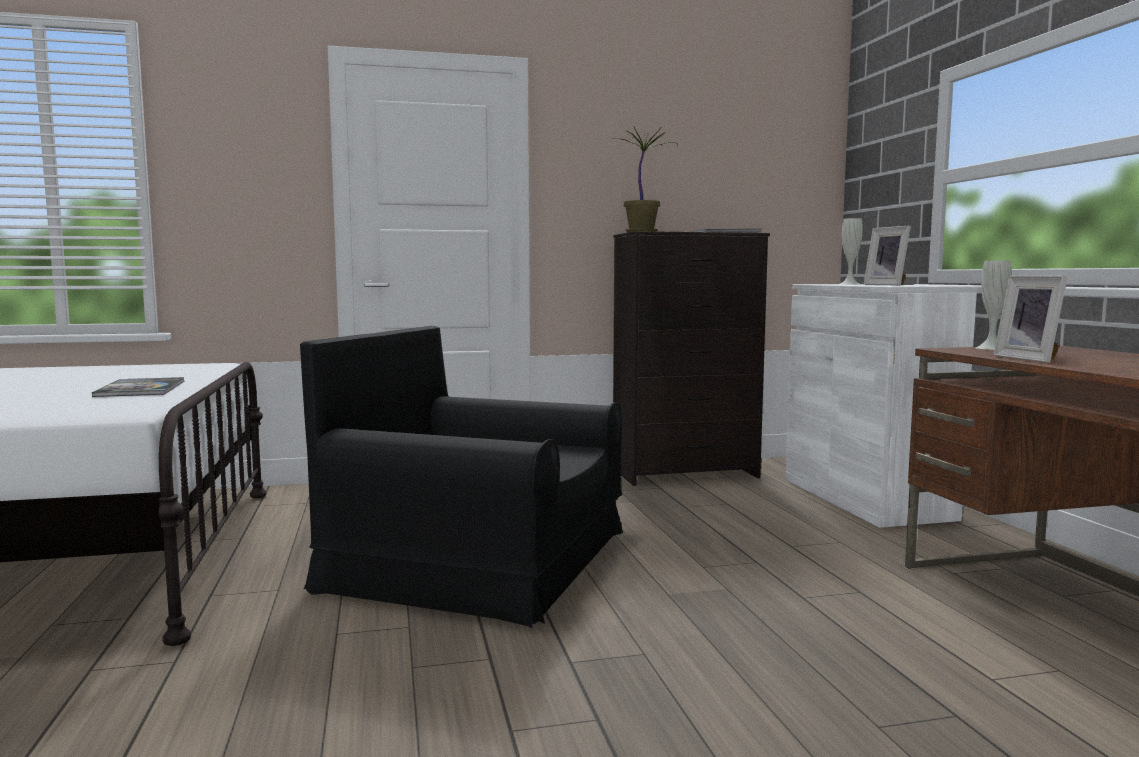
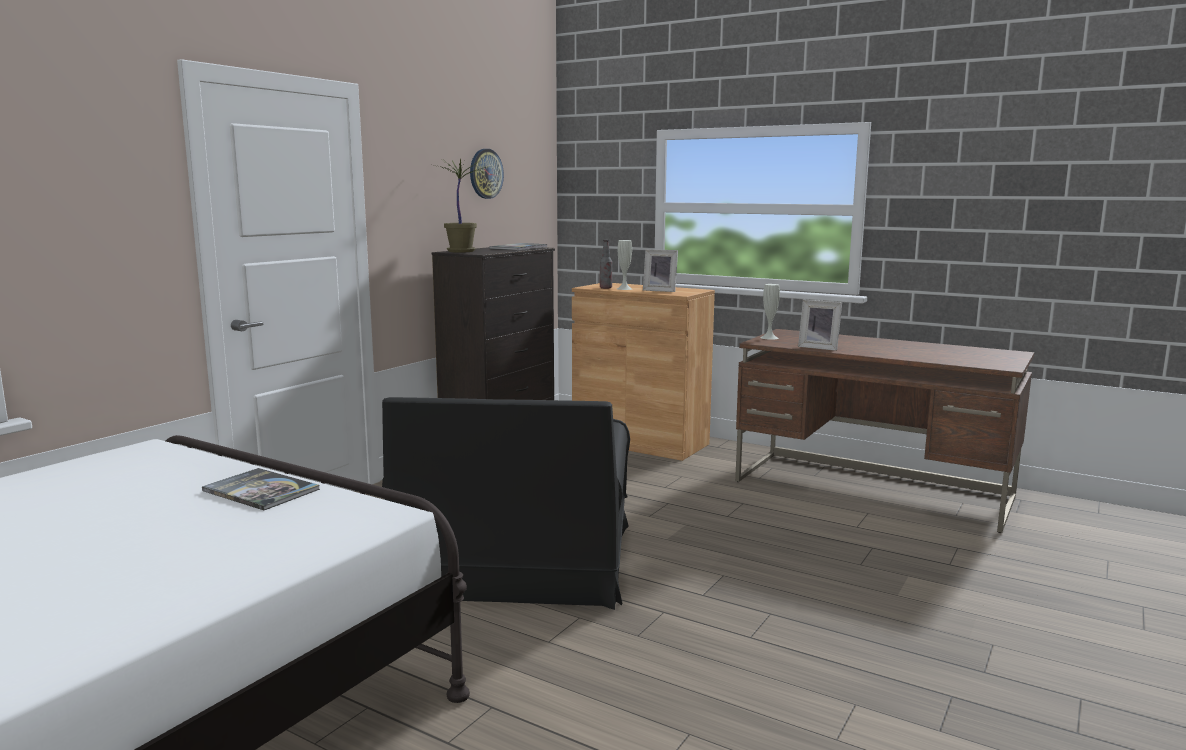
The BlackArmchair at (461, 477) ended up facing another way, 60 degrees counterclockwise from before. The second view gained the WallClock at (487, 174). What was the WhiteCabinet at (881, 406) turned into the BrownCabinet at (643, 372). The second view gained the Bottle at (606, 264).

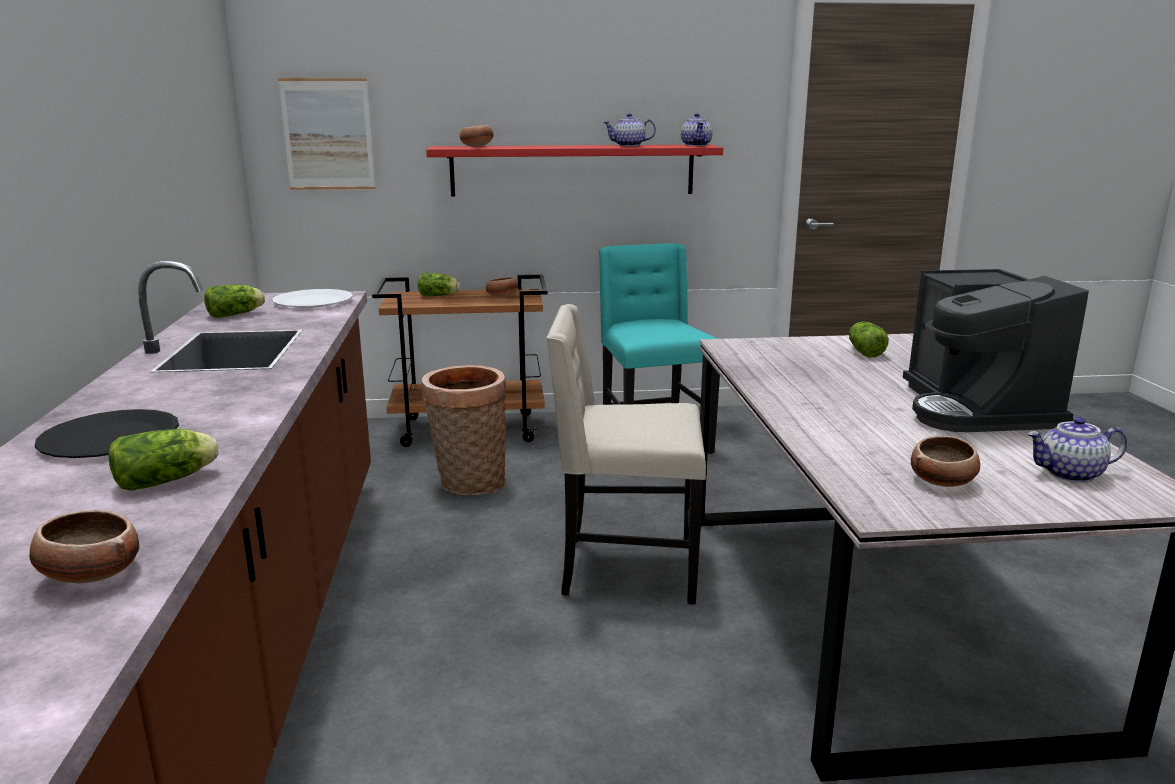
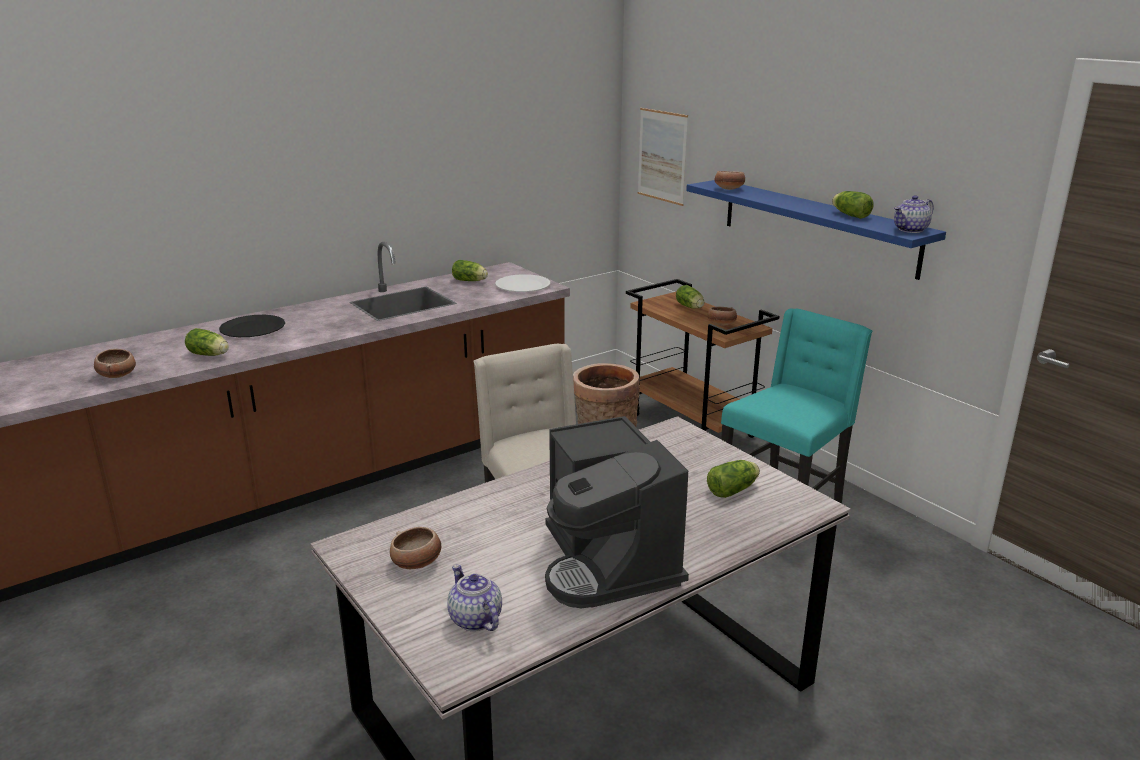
The CoffeeMachine at (996, 350) ended up facing another way, 75 degrees counterclockwise from before. What was the RedShelf at (574, 171) turned into the BlueShelf at (816, 230). Where the Teapot stood at (629, 129), the Lettuce came to stand at (853, 205).

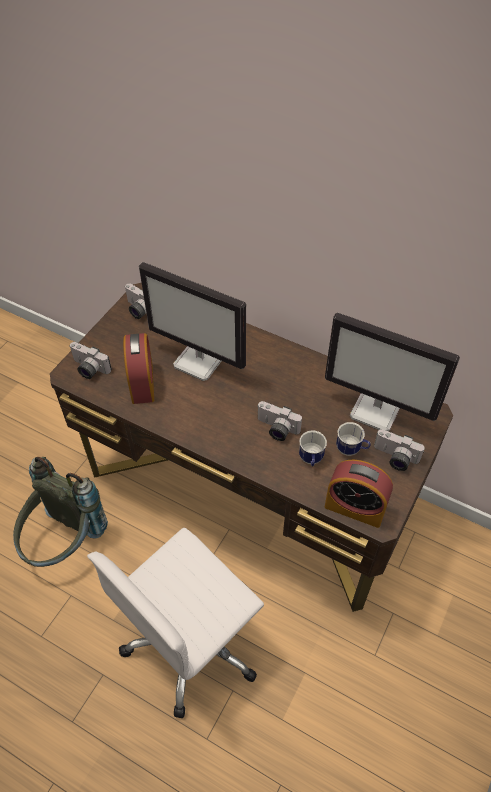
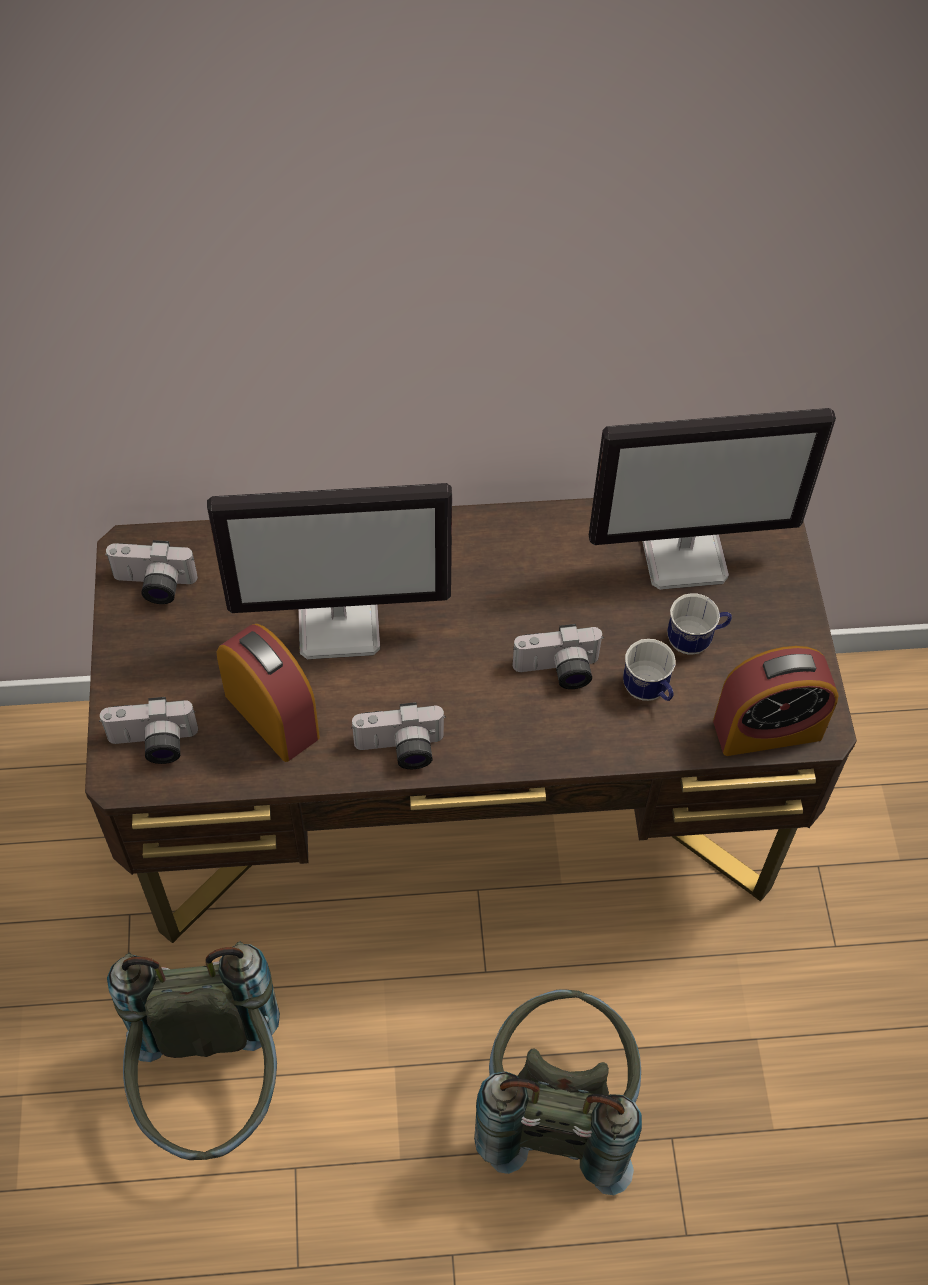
The PhotoCamera ended up elsewhere, having gone from (399, 450) to (398, 735). Where the WhiteOfficeChair stood at (175, 623), the GreyBackpack came to stand at (558, 1092).

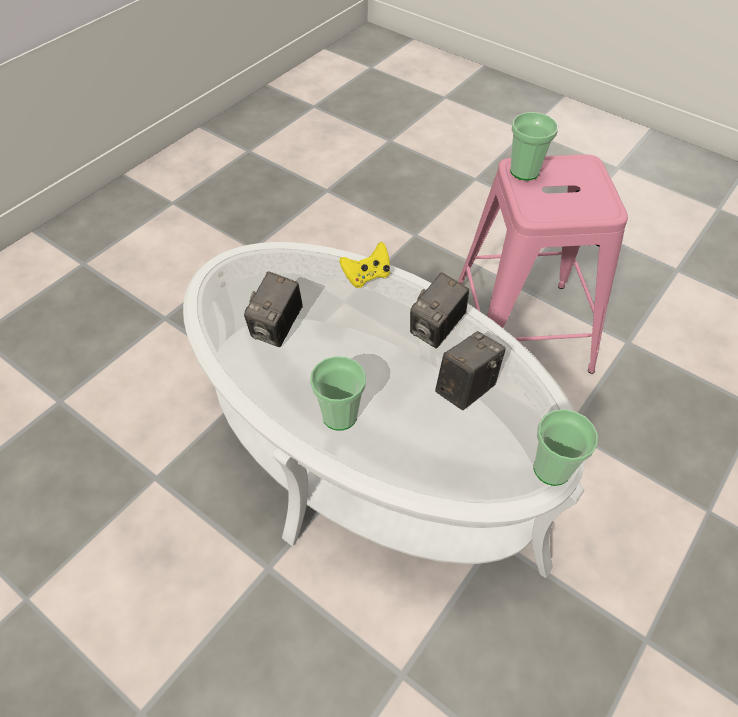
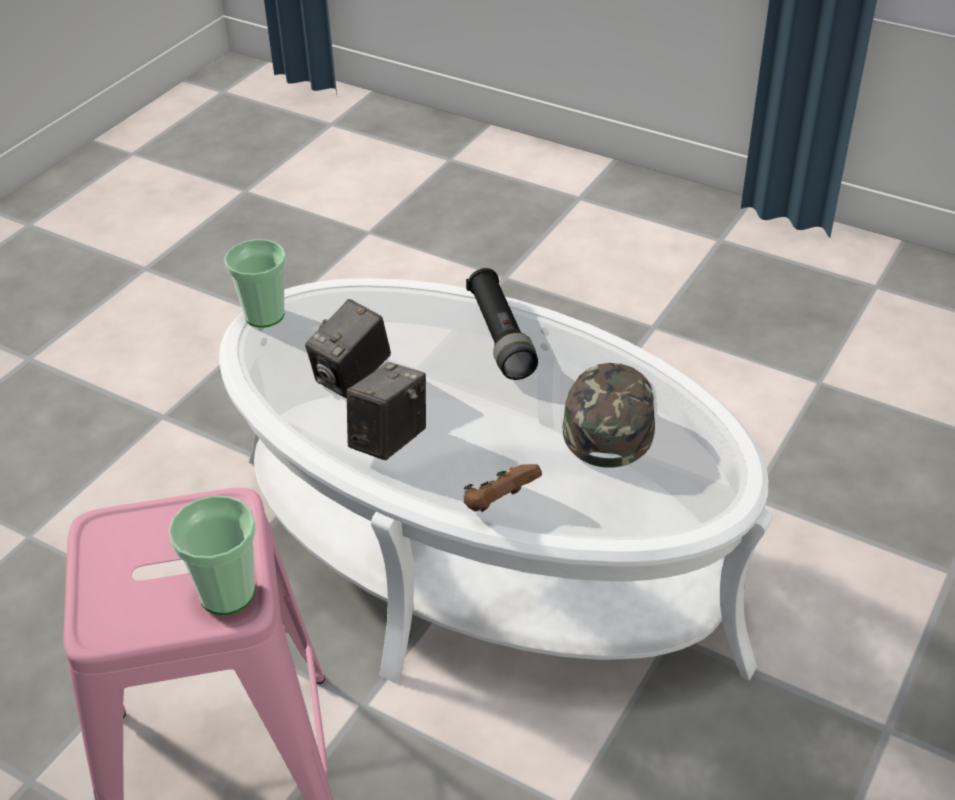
What was the YellowGameController at (364, 265) turned into the BrownGameController at (503, 488). Where the Cup stood at (338, 393), the BlackFlashlight came to stand at (502, 324). Where the PhotoCamera stood at (273, 309), the GreenCap came to stand at (609, 415).

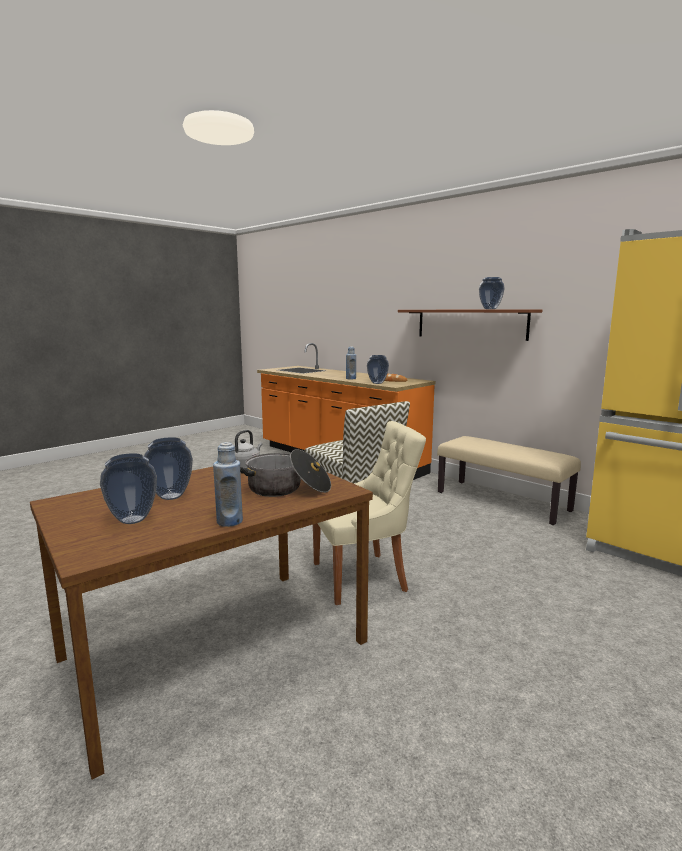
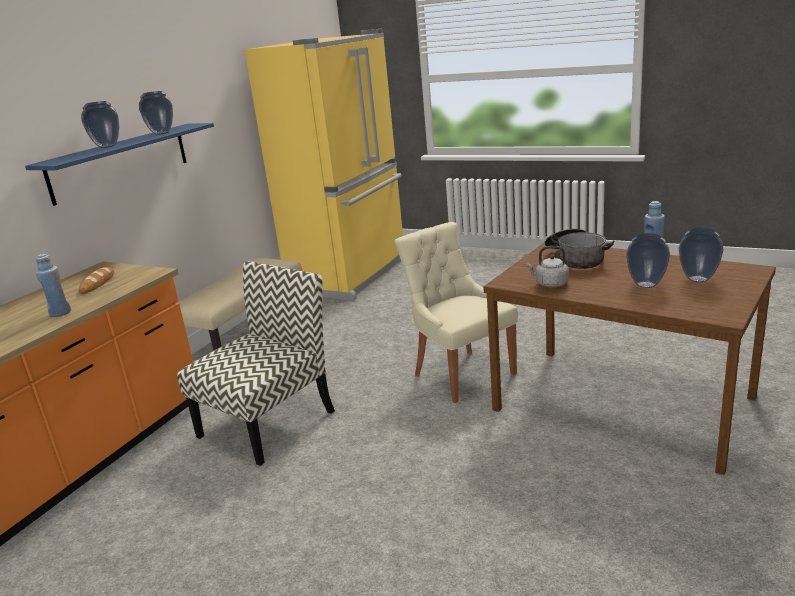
What was the BrownShelf at (470, 325) turned into the BlueShelf at (119, 164). The Vase ended up elsewhere, having gone from (378, 369) to (100, 124).

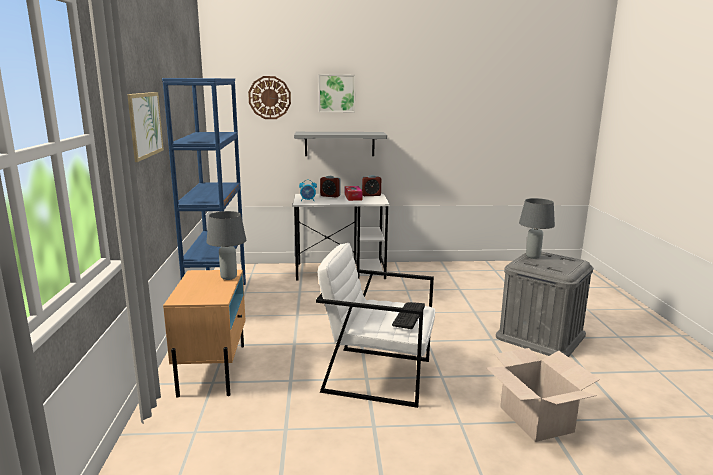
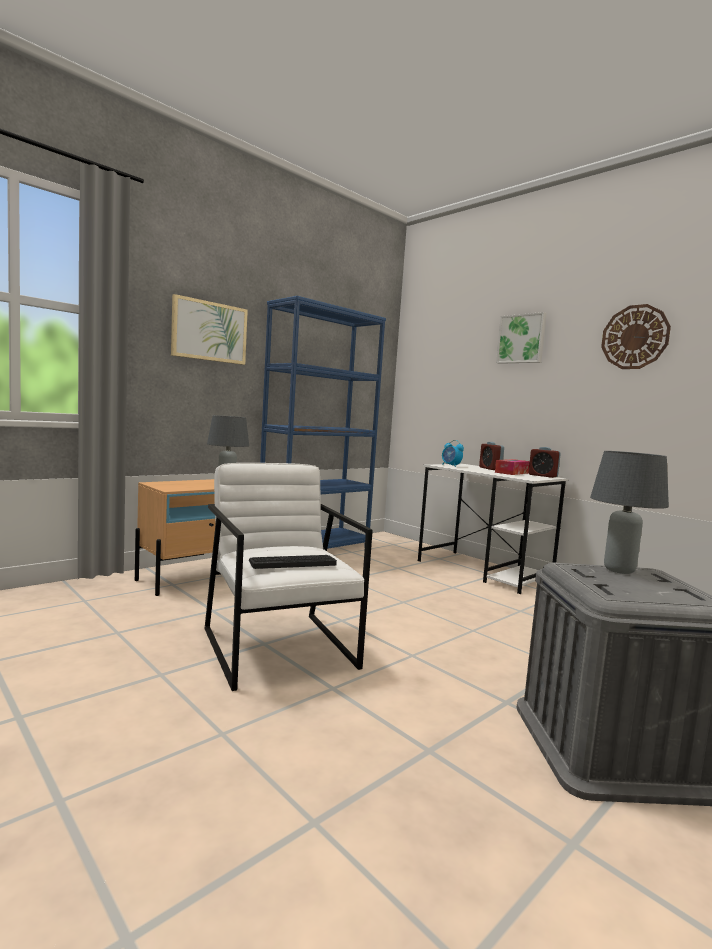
The WallClock ended up elsewhere, having gone from (269, 97) to (636, 336). The second view lost the GreyShelf at (340, 144). The second view lost the CardboardBox at (543, 395).

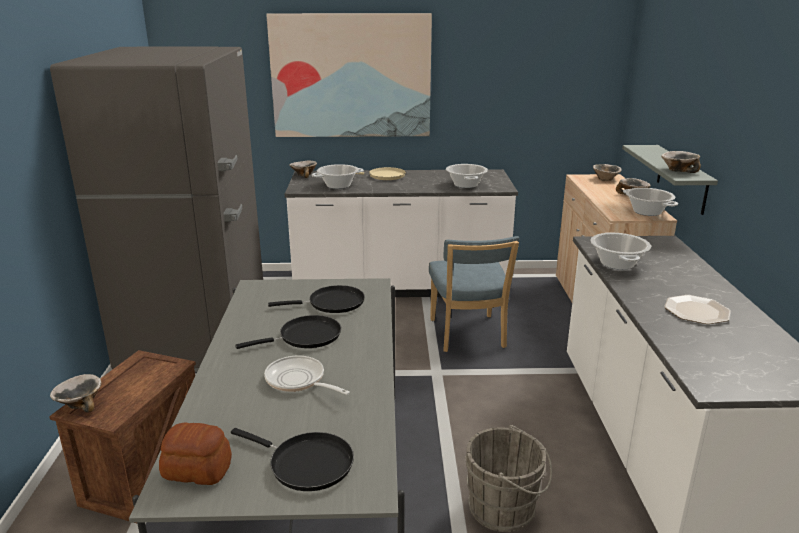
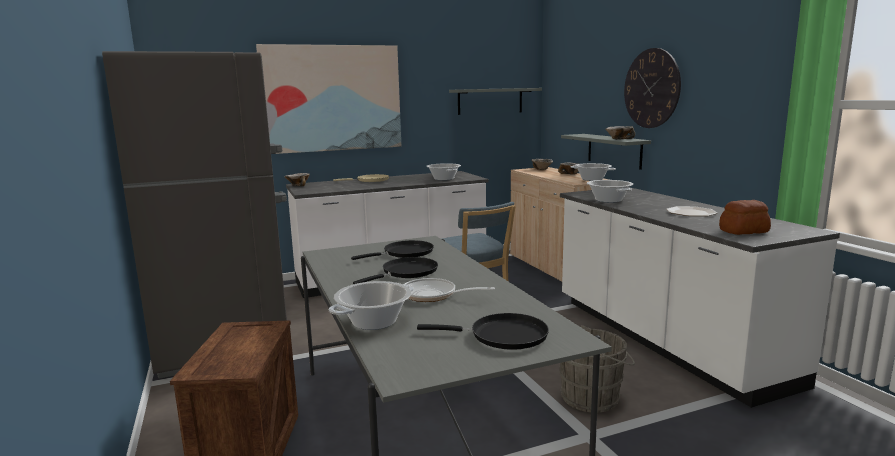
The CookingPot ended up elsewhere, having gone from (338, 176) to (371, 305). The second view gained the GreyShelf at (495, 101). The second view gained the WallClock at (652, 88). The Bread ended up elsewhere, having gone from (195, 454) to (745, 217). The second view lost the Bowl at (75, 393).

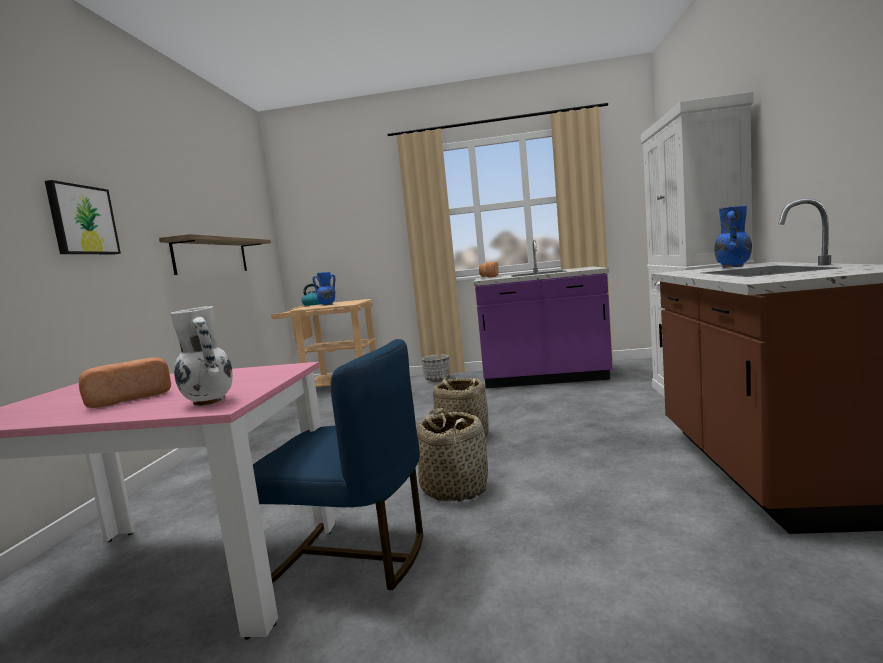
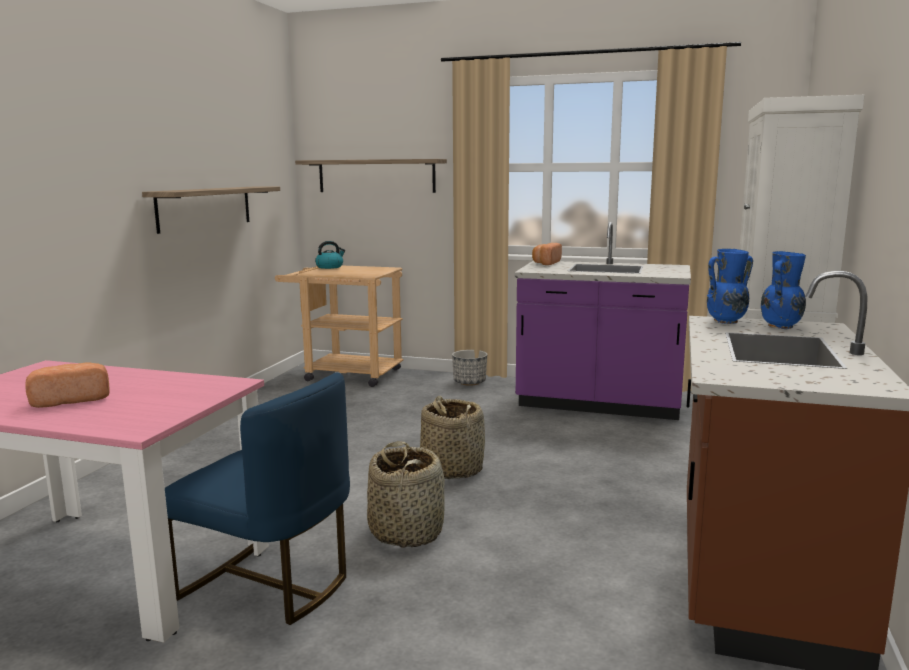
The second view gained the Shelf at (371, 176). The BlueVase ended up elsewhere, having gone from (324, 289) to (730, 286). The second view lost the Picture at (83, 217). The second view lost the WhiteVase at (201, 356).

